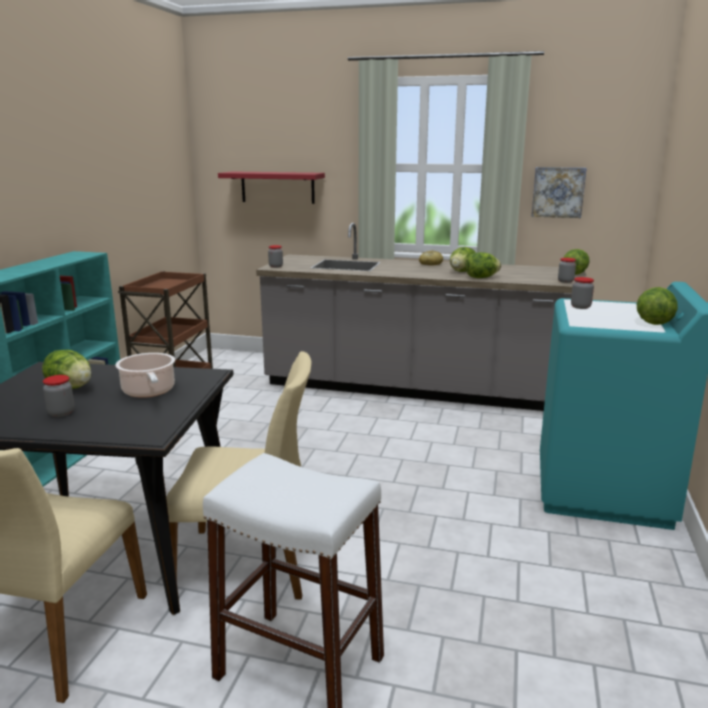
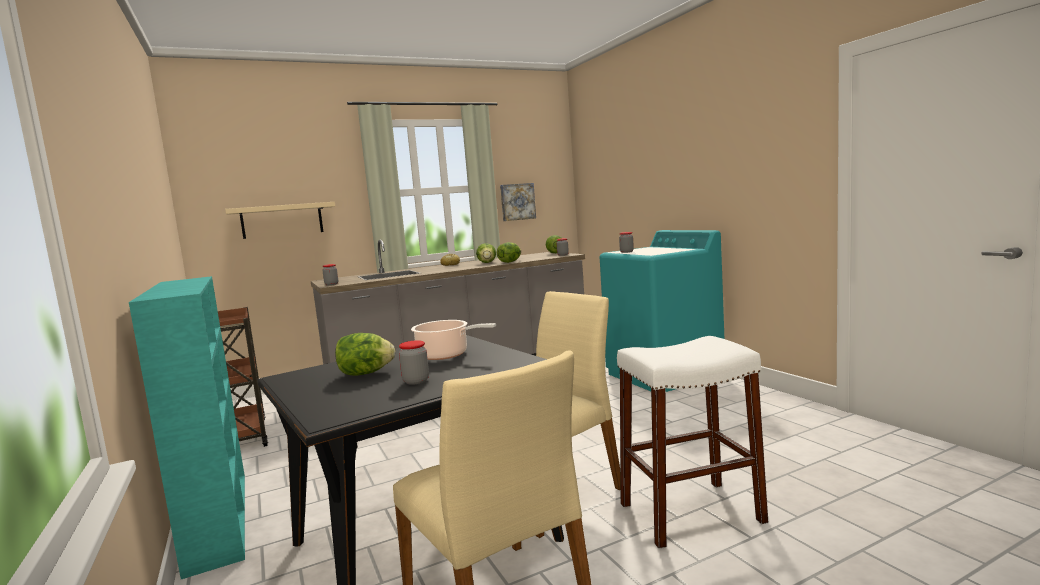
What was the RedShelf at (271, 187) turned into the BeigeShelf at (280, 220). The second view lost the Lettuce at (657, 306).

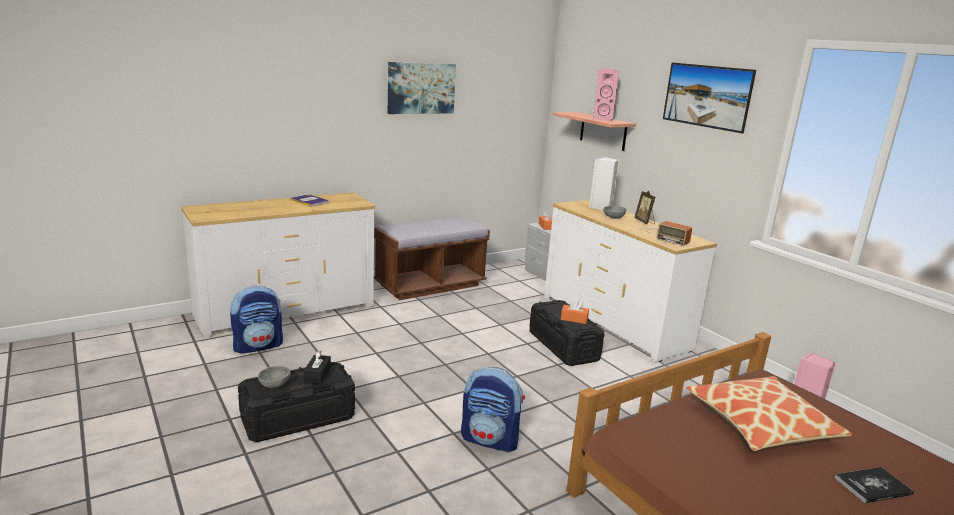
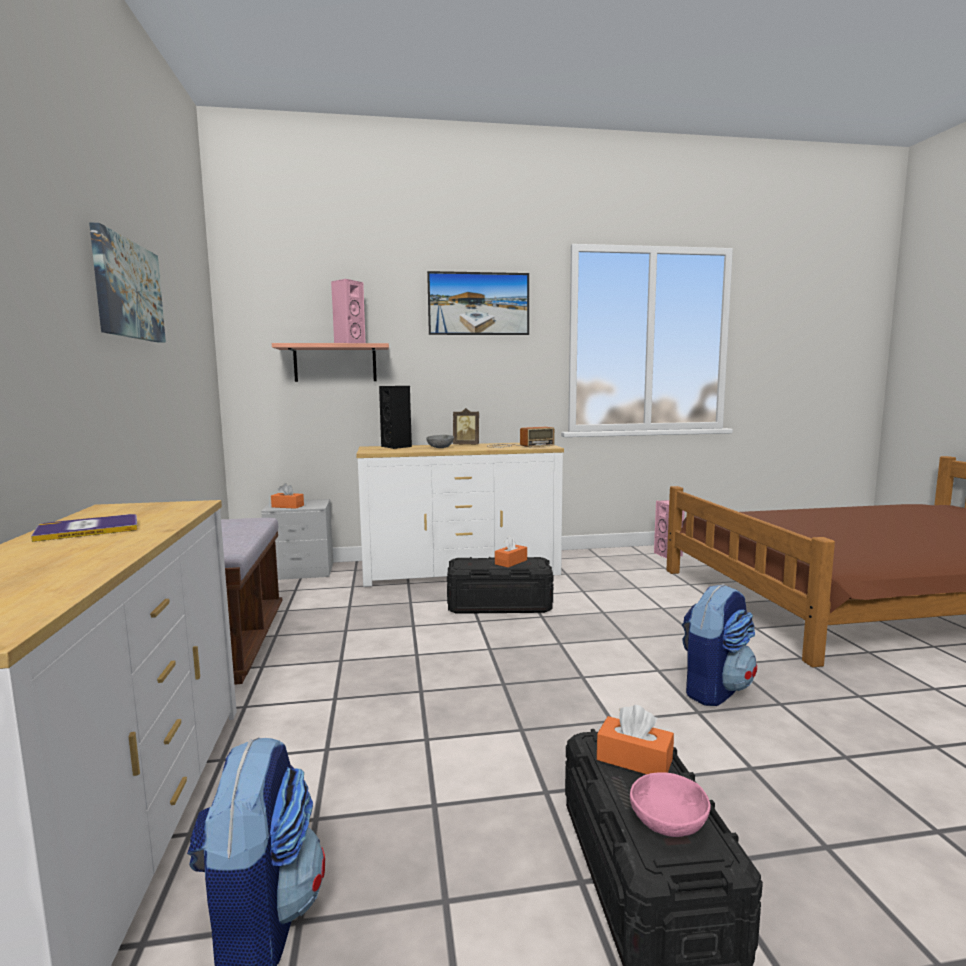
What was the WhiteSpeaker at (604, 183) turned into the BlackSpeaker at (395, 417). What was the BlackTissueBox at (317, 367) turned into the OrangeTissueBox at (635, 739). What was the GreyBowl at (274, 377) turned into the PinkBowl at (670, 804). The second view lost the Pillow at (769, 413). The second view lost the Book at (874, 485).

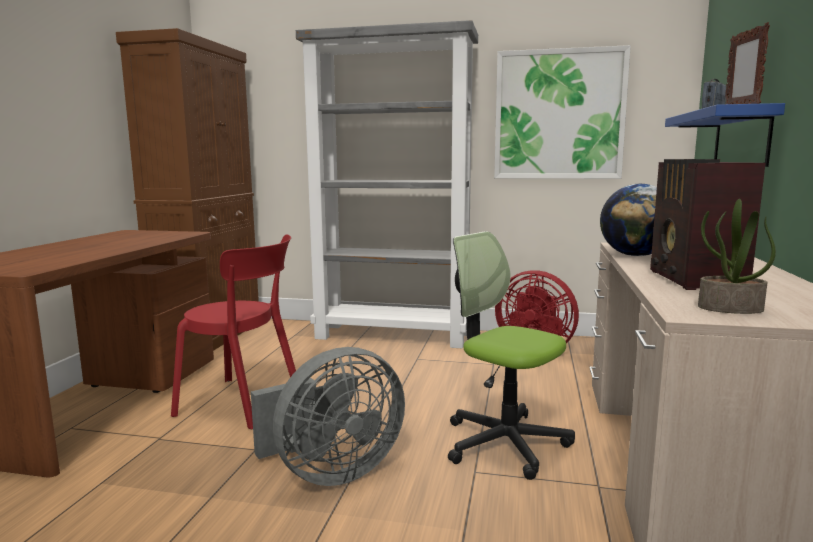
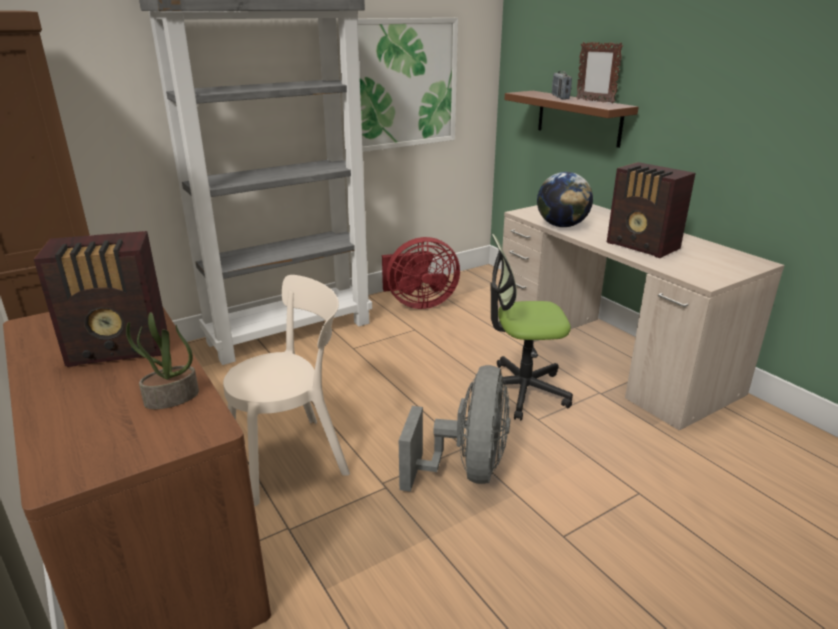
The second view gained the Radio at (100, 299). The PottedPlant ended up elsewhere, having gone from (737, 256) to (162, 360). What was the RedChair at (233, 332) turned into the BeigeChair at (286, 390). What was the BlueShelf at (725, 135) turned into the BrownShelf at (572, 119).

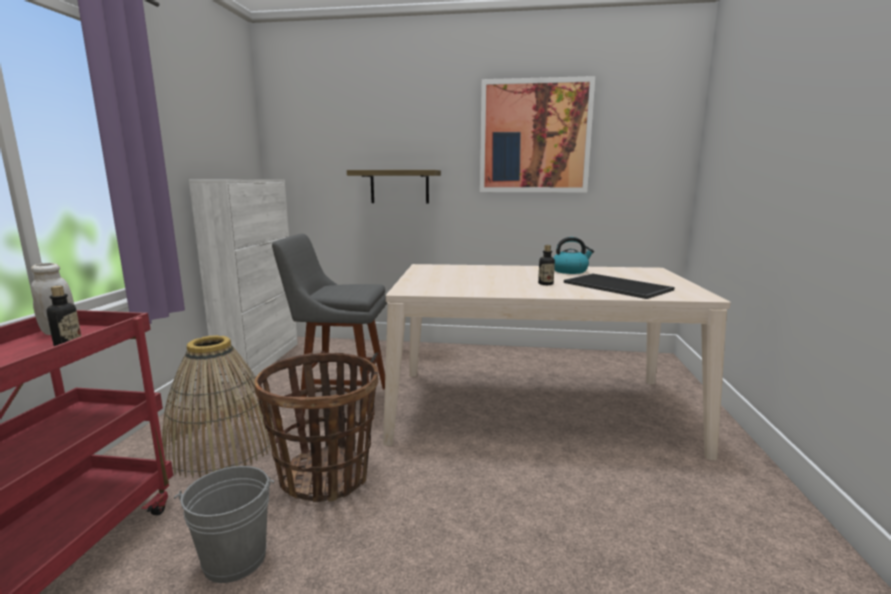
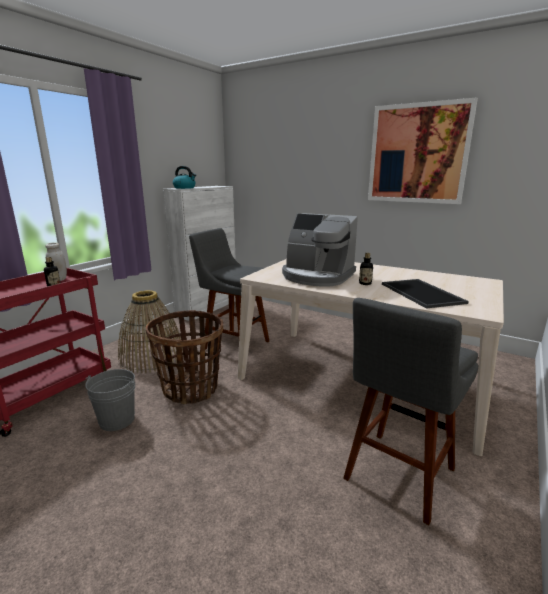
The Kettle ended up elsewhere, having gone from (573, 255) to (184, 177). The second view gained the CoffeeMachine at (320, 250). The second view gained the GreyStool at (410, 411). The second view lost the Shelf at (394, 187).

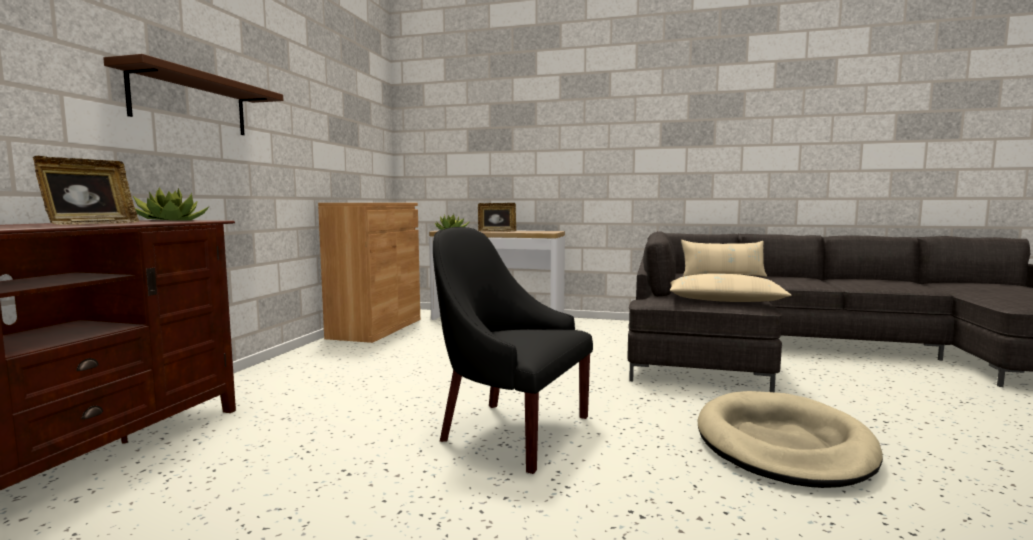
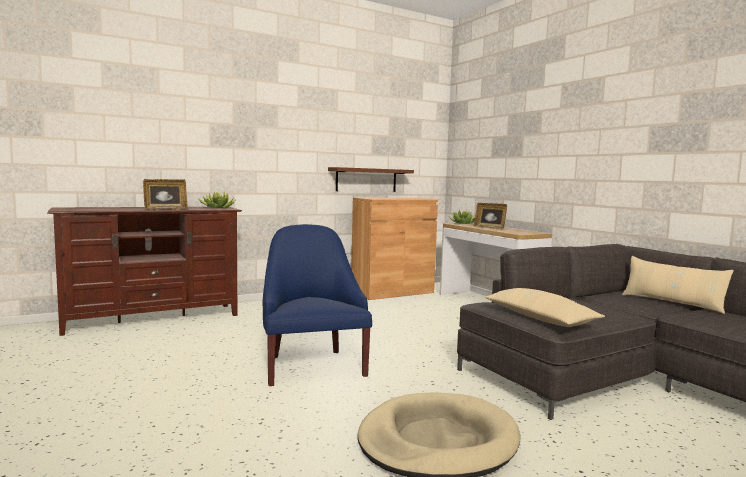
What was the BlackArmchair at (513, 350) turned into the BlueArmchair at (317, 305). The BrownShelf ended up elsewhere, having gone from (193, 94) to (371, 179).

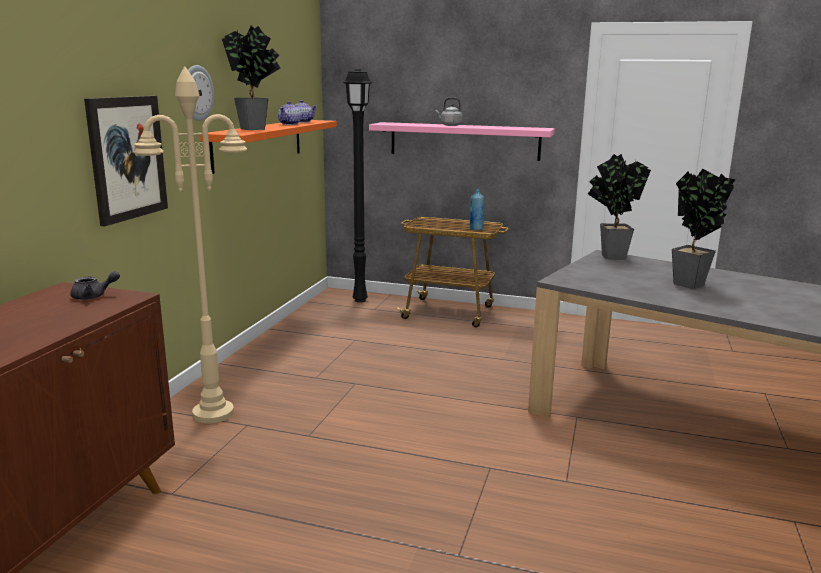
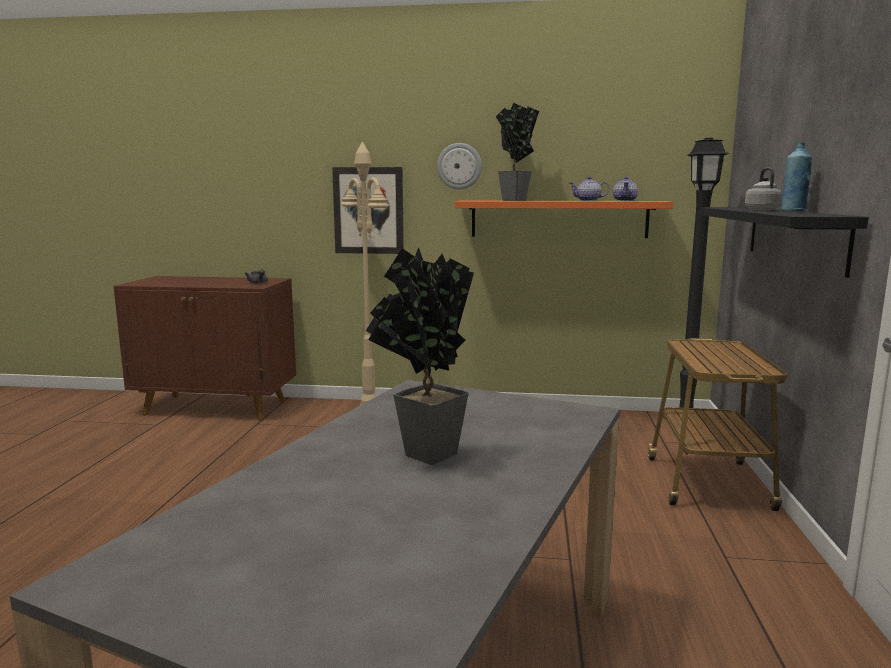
What was the PinkShelf at (462, 141) turned into the BlackShelf at (784, 242). The BlueBottle ended up elsewhere, having gone from (477, 209) to (796, 177). The second view lost the PottedPlant at (619, 207).

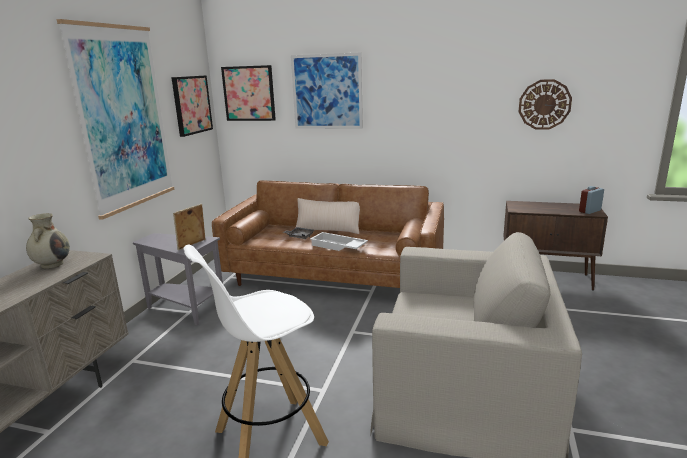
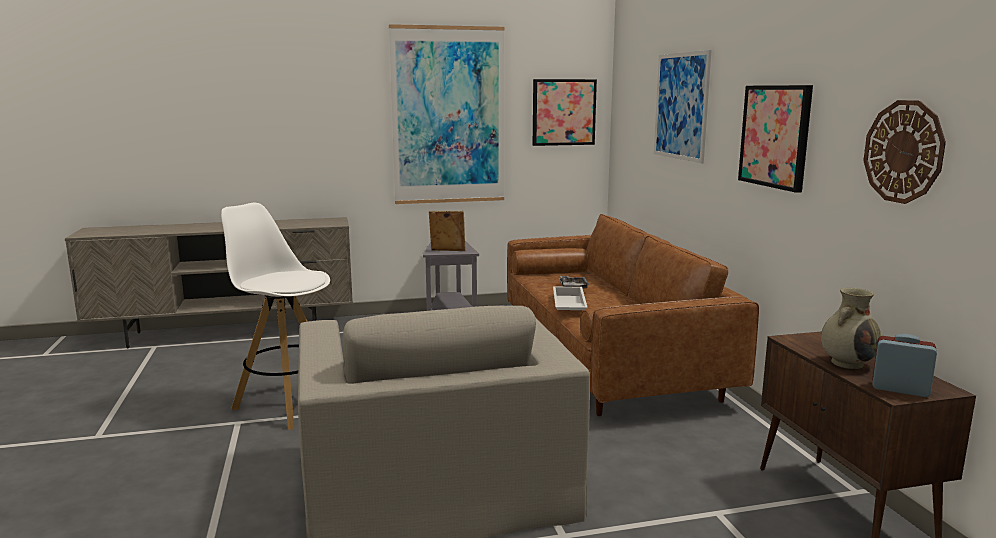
The Picture ended up elsewhere, having gone from (248, 93) to (775, 139). The BeigeVase ended up elsewhere, having gone from (48, 241) to (851, 328). The second view lost the BeigePillow at (328, 216).

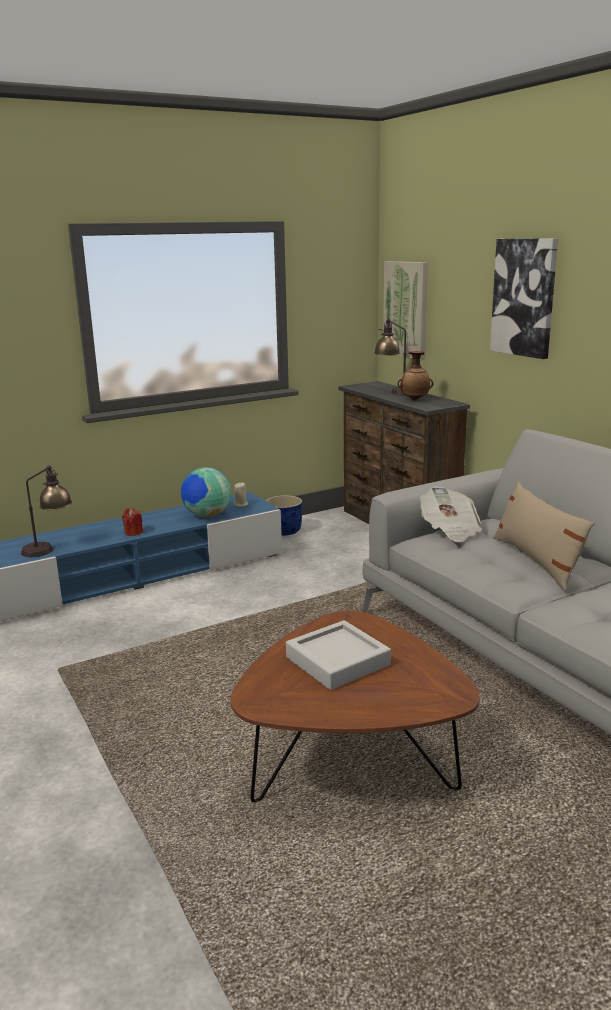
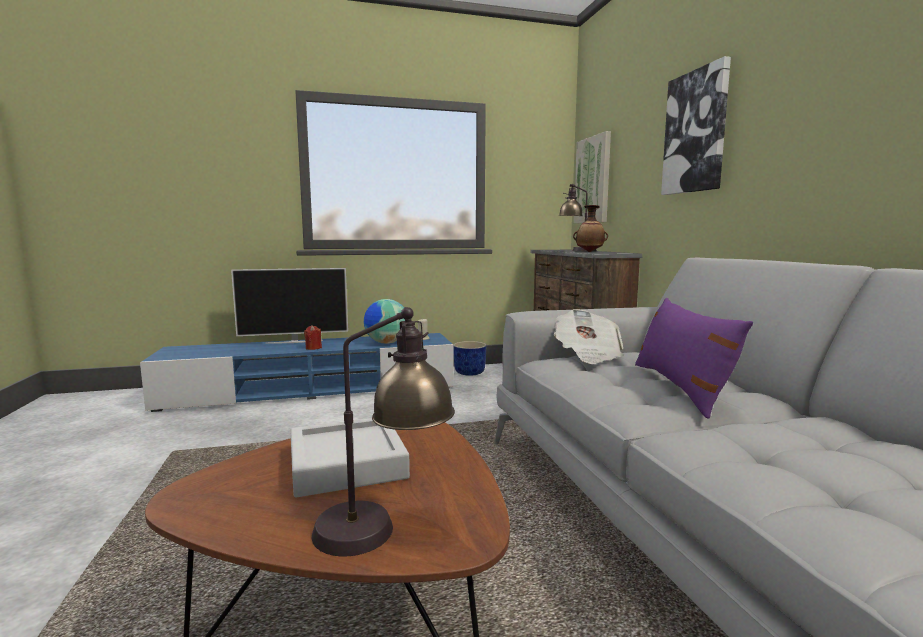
The second view gained the Television at (289, 306). The TableLamp ended up elsewhere, having gone from (46, 511) to (383, 432). What was the BeigePillow at (543, 536) turned into the PurplePillow at (694, 358).

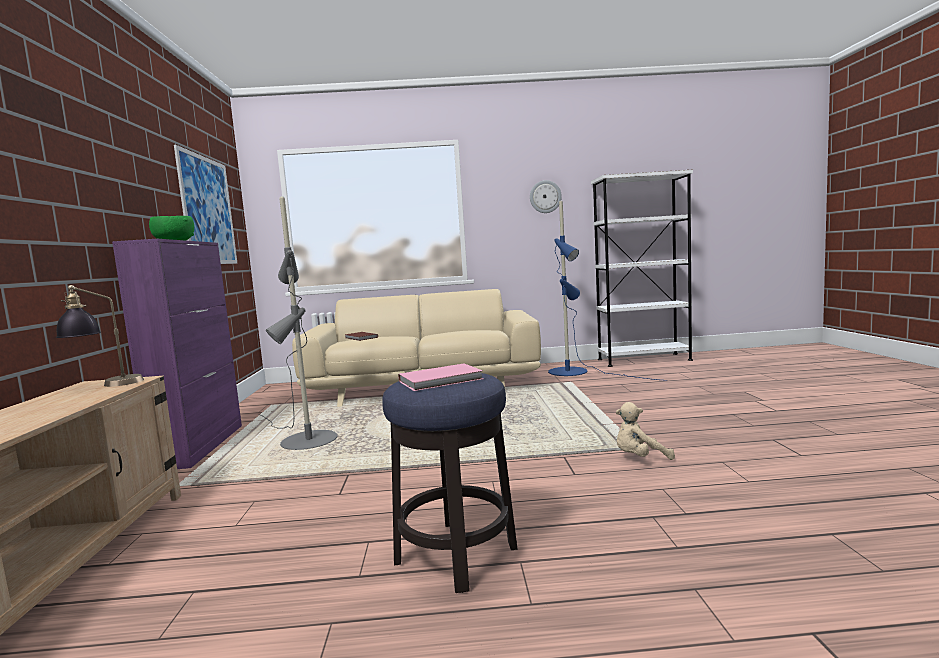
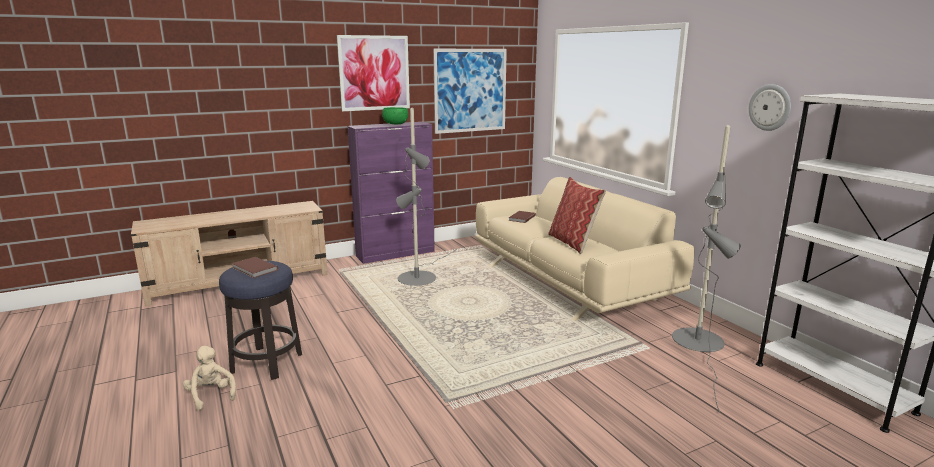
The BeigePlushToy ended up elsewhere, having gone from (645, 431) to (209, 378). What was the PinkBook at (440, 377) turned into the BrownBook at (255, 267). The second view gained the Picture at (373, 73). The second view gained the Pillow at (577, 215). What was the BlueFloorLamp at (607, 291) turned into the GreyFloorLamp at (706, 268). The second view lost the TableLamp at (100, 336).

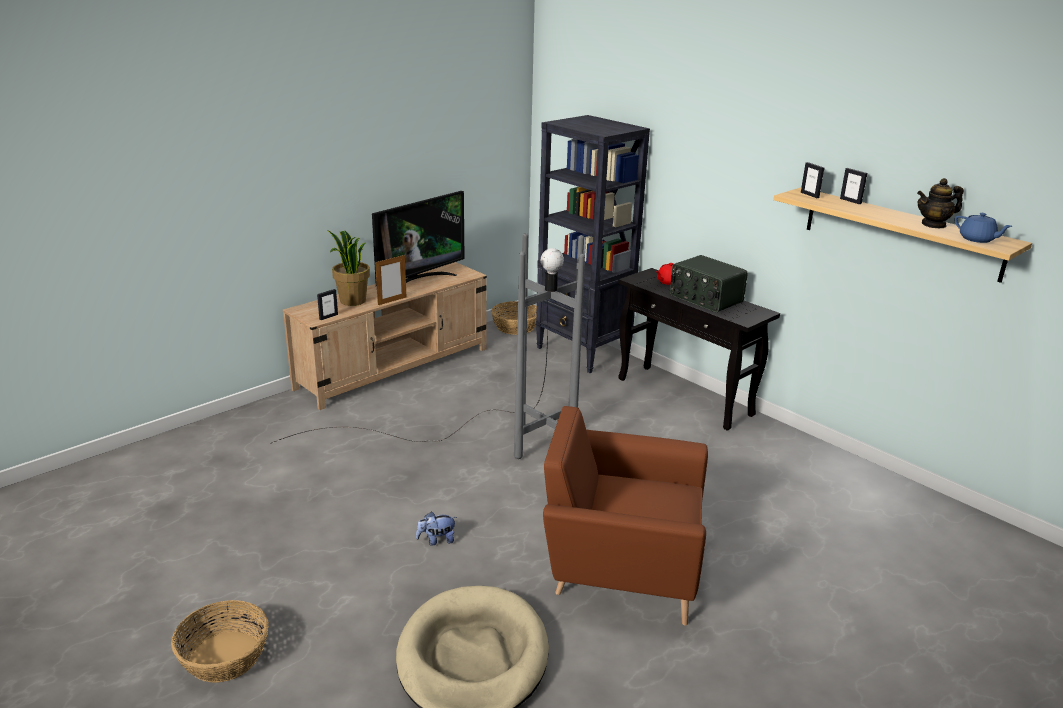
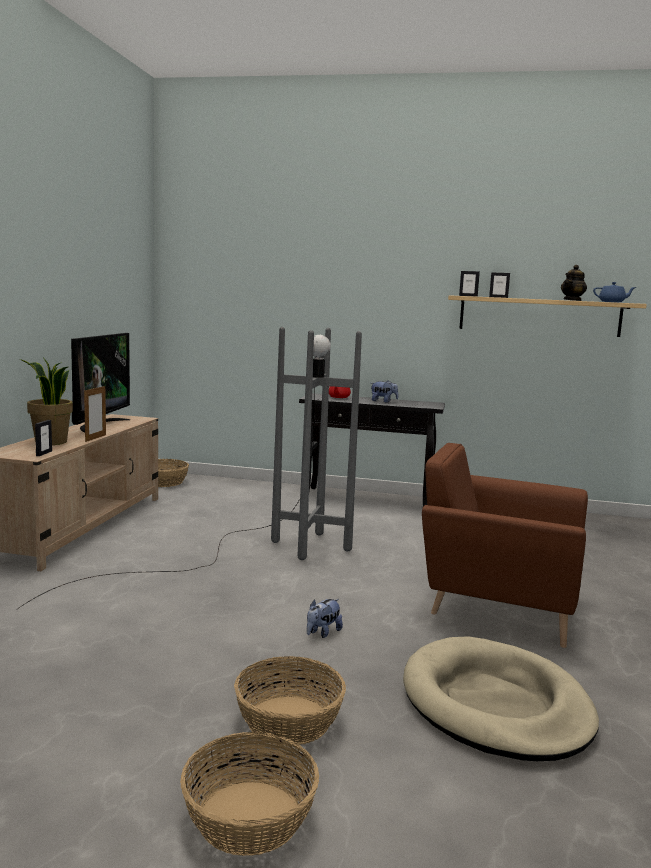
The second view gained the Basket at (290, 700). Where the Radio stood at (709, 283), the PlushToy came to stand at (384, 392). The BrownArmchair at (625, 516) ended up facing another way, 45 degrees clockwise from before. The second view lost the BlackBookcase at (593, 244).

